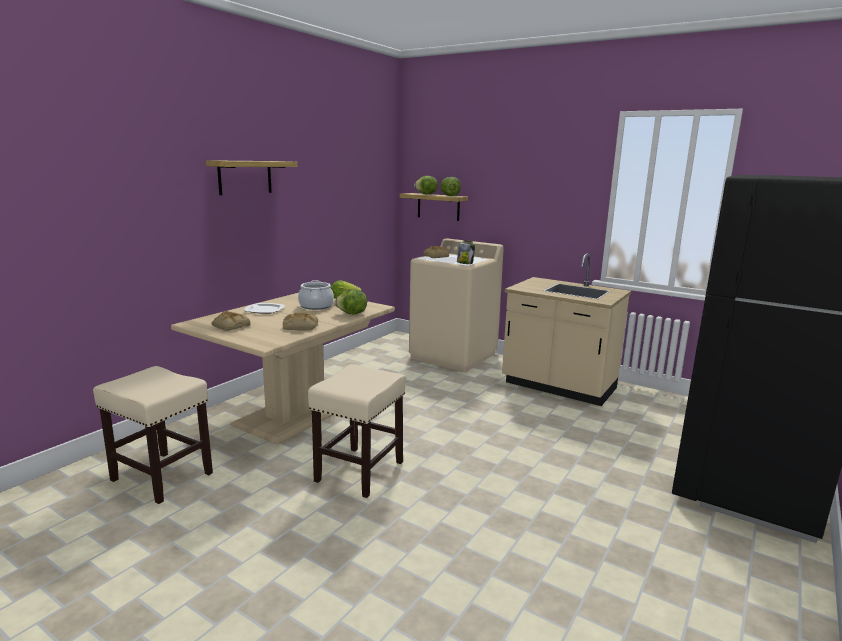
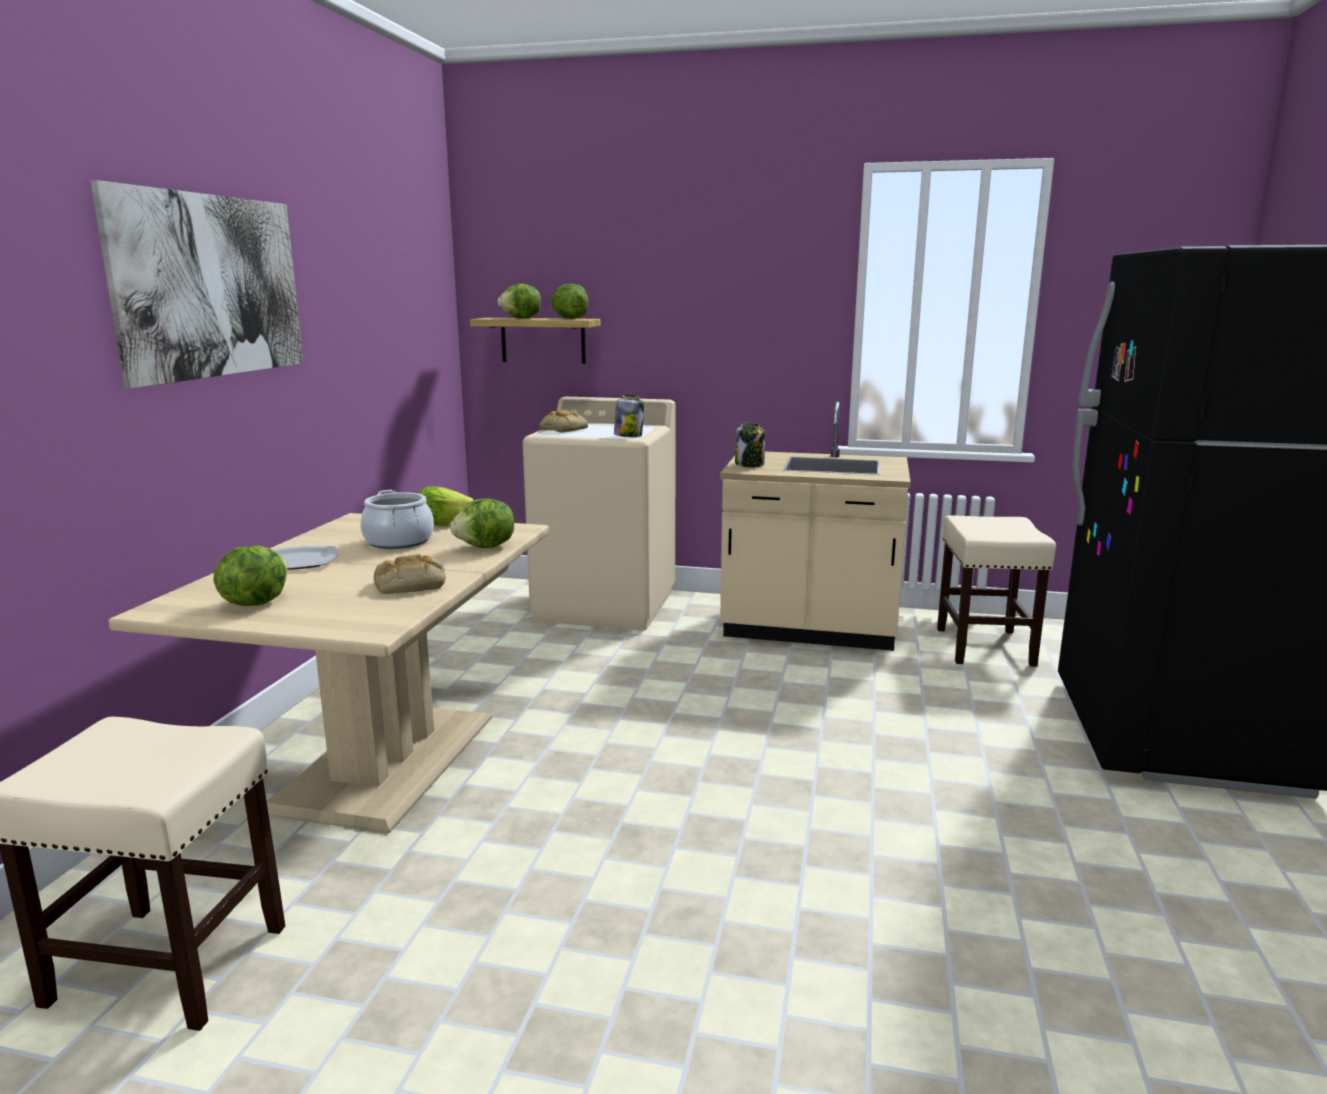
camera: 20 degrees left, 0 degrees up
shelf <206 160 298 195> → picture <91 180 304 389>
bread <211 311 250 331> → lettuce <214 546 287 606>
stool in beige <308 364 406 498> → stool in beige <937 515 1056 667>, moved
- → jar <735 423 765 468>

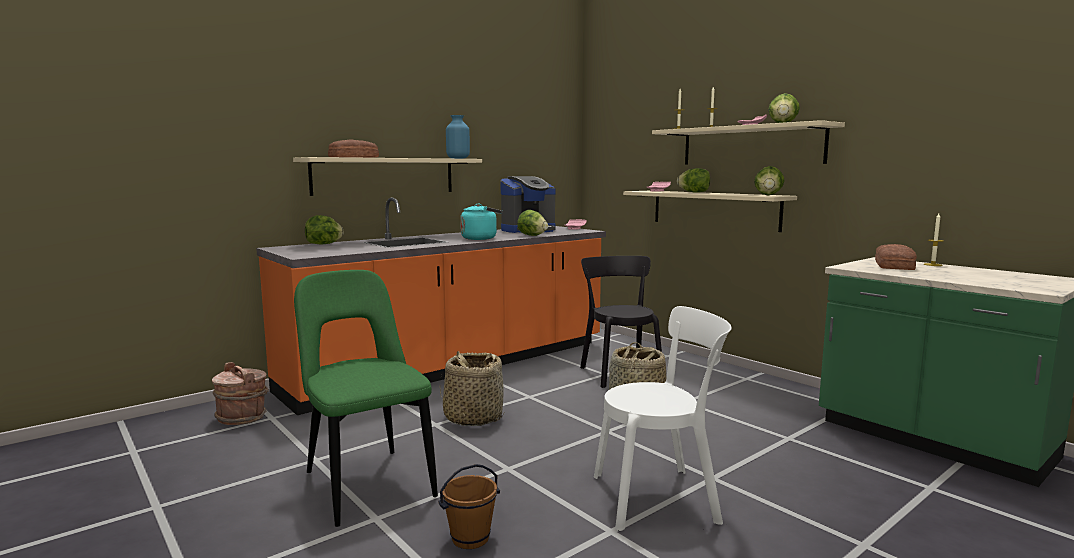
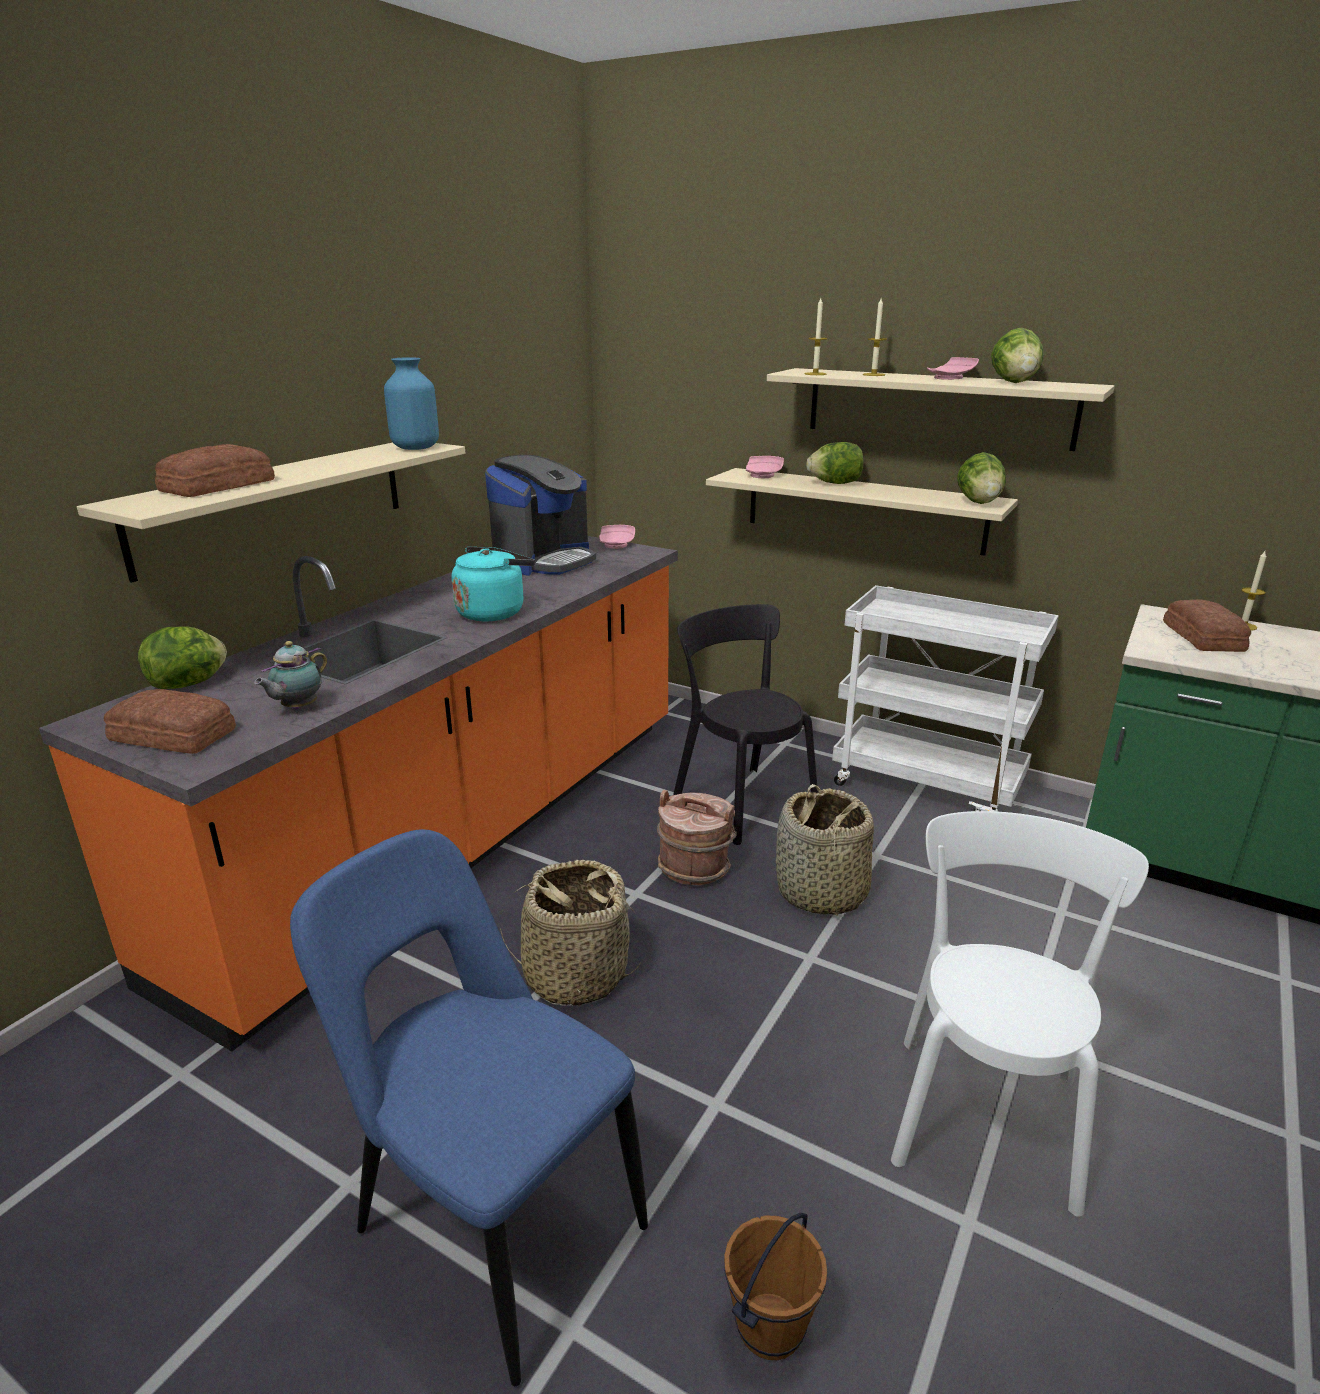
camera: 20 degrees left, 15 degrees up
lettuce <517 210 548 236> → -
chair in green <294 270 438 527> → chair in blue <290 829 648 1386>
chair in white <594 306 732 531> → chair in white <891 811 1149 1217>, 45 degrees counterclockwise
bucket in brown <212 362 269 425> → bucket in brown <657 790 737 885>, moved
- → cart in white <832 585 1059 812>
- → teapot <254 641 327 710>
- → bread <104 689 236 754>

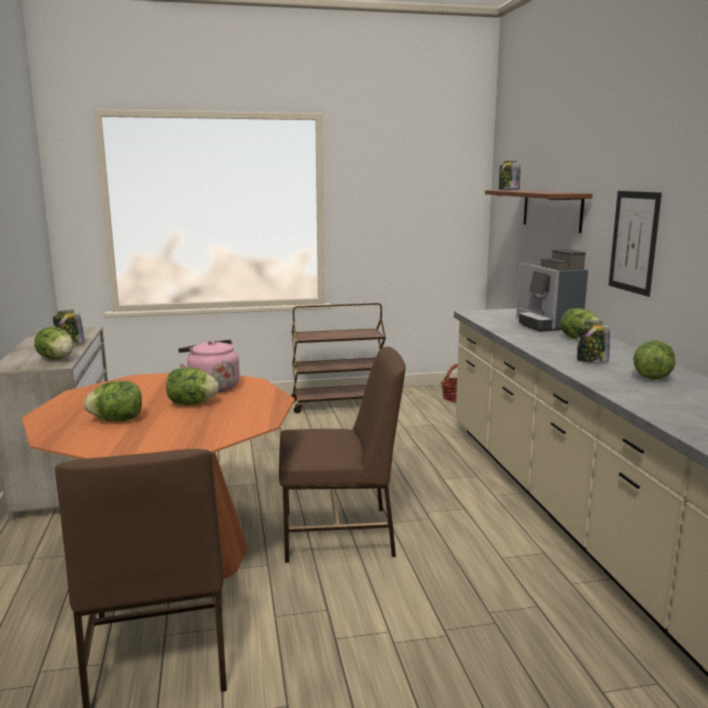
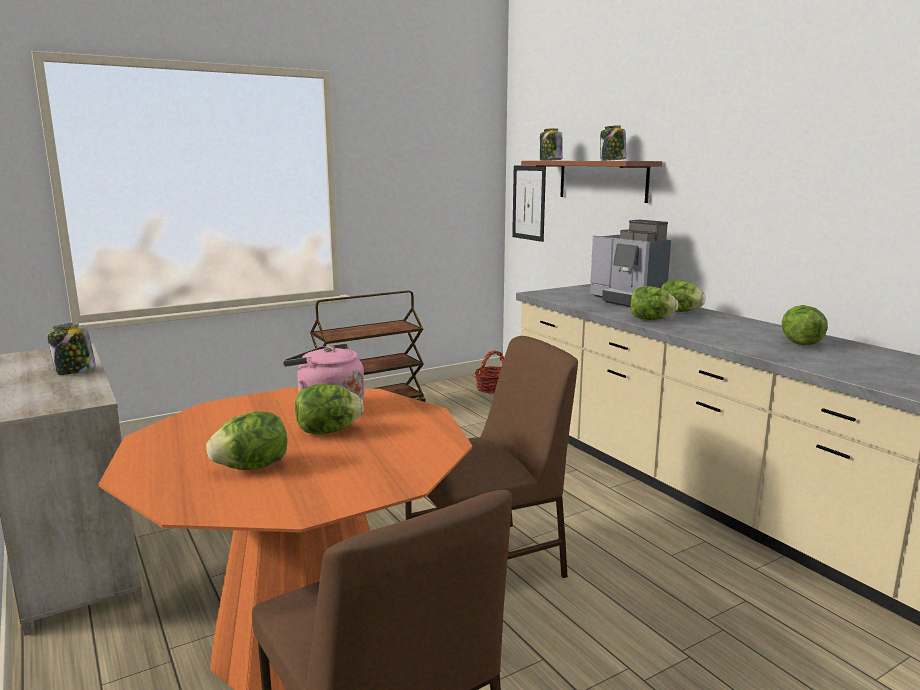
camera: 20 degrees left, 0 degrees up
picture <609 191 662 297> → picture <512 166 546 242>, moved
jar <577 320 610 363> → jar <600 125 626 161>, moved
lettuce <34 327 73 359> → lettuce <630 286 678 320>, moved

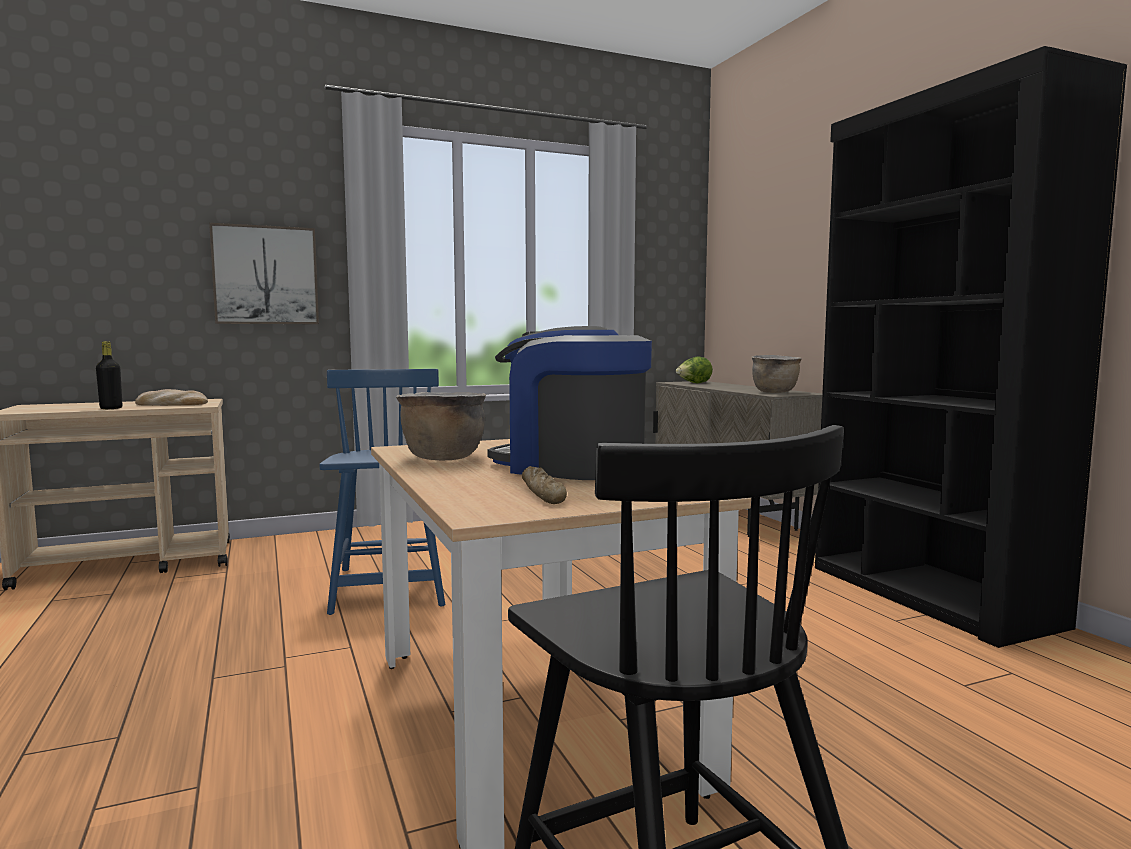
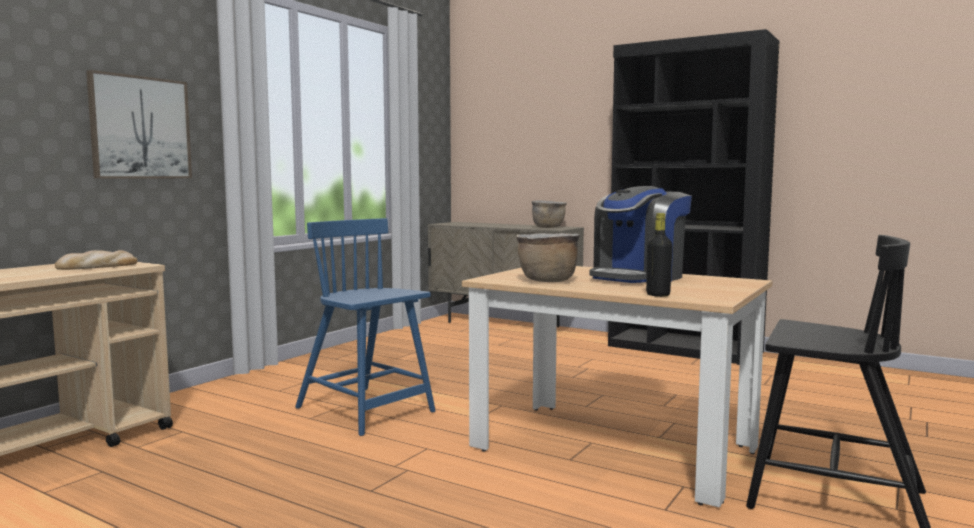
camera: 35 degrees left, 0 degrees up
coffee machine <487 326 652 480> → coffee machine <590 186 692 283>, 45 degrees counterclockwise
bottle in black <96 341 122 409> → bottle in black <646 213 673 297>, moved
lettuce <676 356 713 384> → -
bread <522 466 567 504> → -

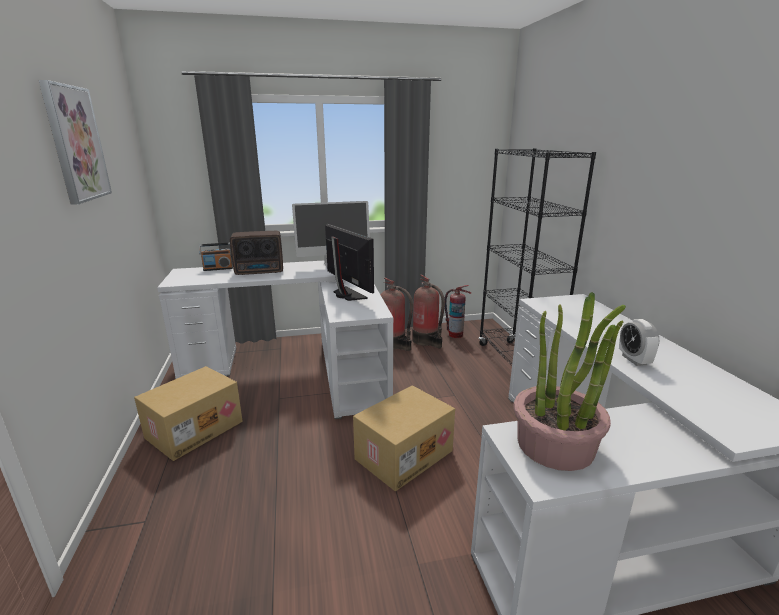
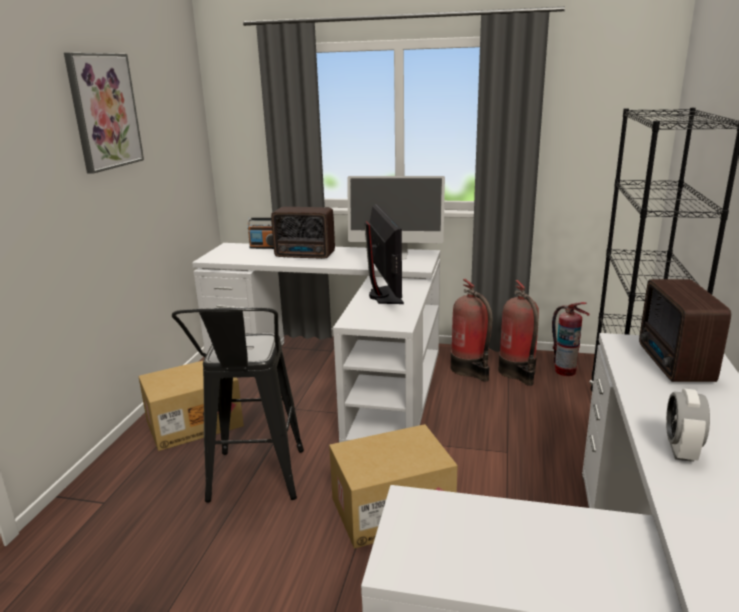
camera: 25 degrees right, 0 degrees up
potted plant <514 292 626 471> → -
- → radio <639 279 731 382>
- → stool in black <172 307 304 502>

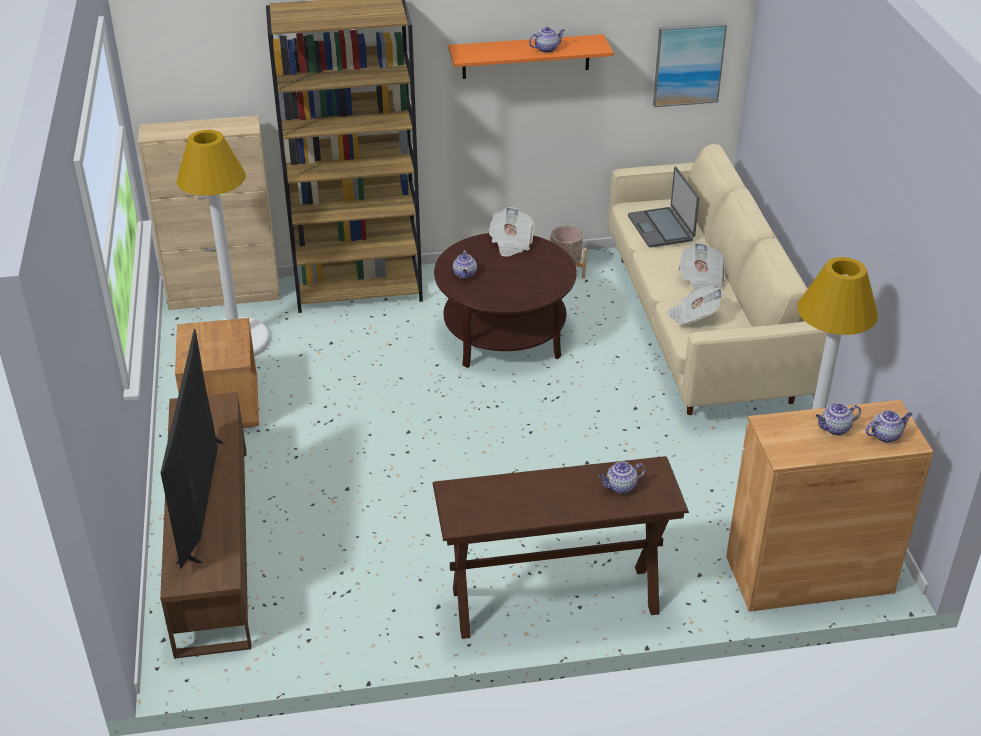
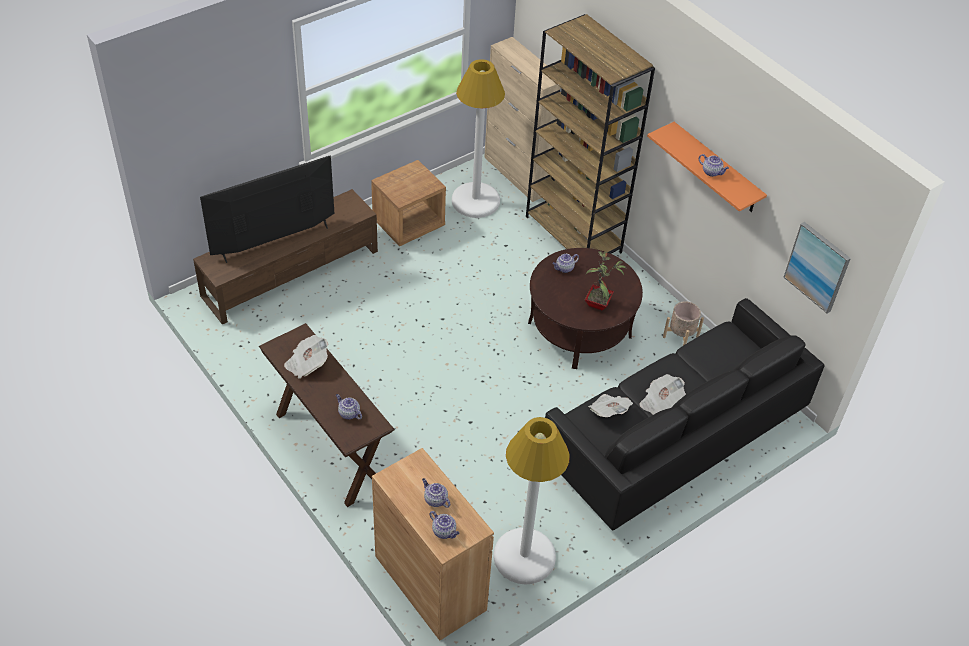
camera: 60 degrees right, 10 degrees up
sofa in beige <608 144 827 415> → sofa in black <545 298 825 531>
laptop <628 167 699 248> → -
newspaper <488 207 535 257> → newspaper <284 335 328 379>, moved
- → potted plant <585 251 626 310>

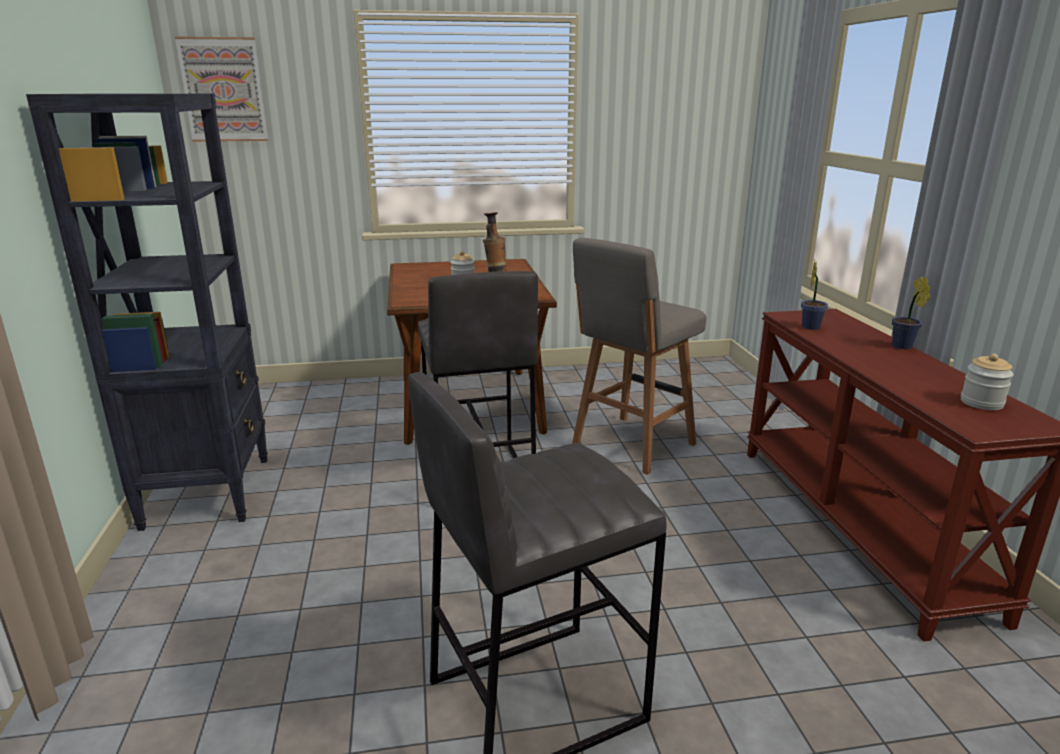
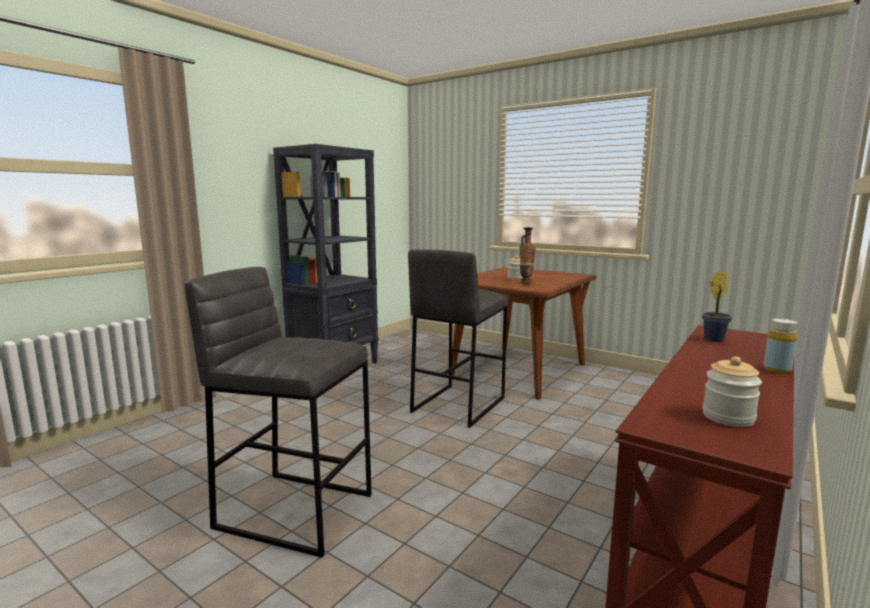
camera: 45 degrees right, 10 degrees down
picture <175 36 268 142> → -
stool in grey <572 238 706 475> → -
potted plant <892 276 930 349> → bottle in yellow <763 318 798 374>

